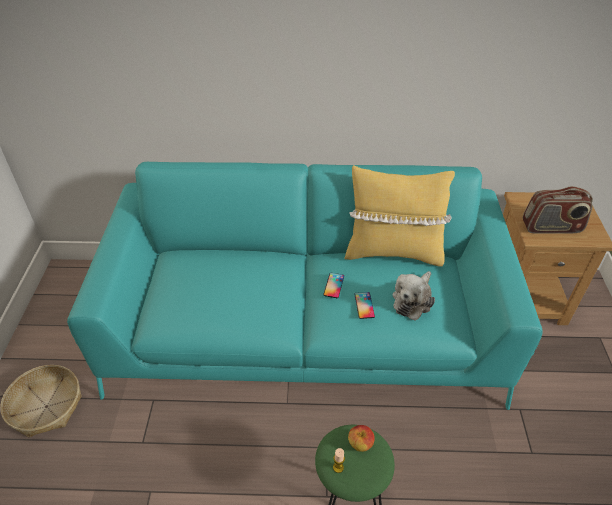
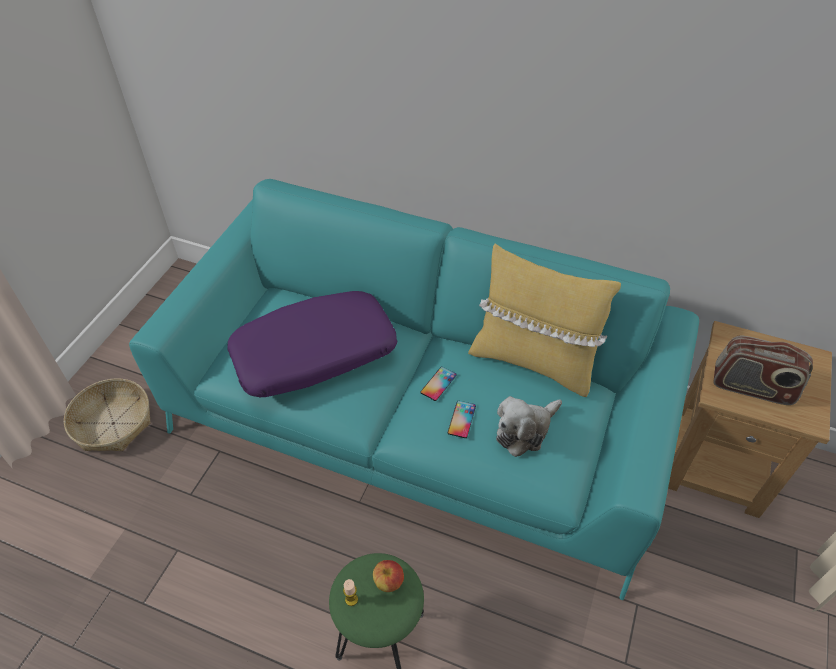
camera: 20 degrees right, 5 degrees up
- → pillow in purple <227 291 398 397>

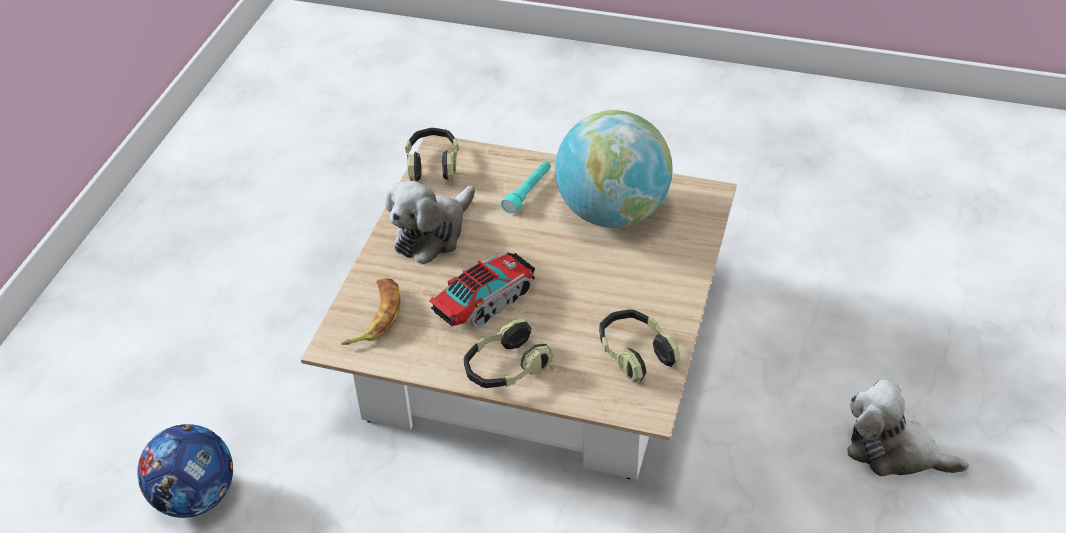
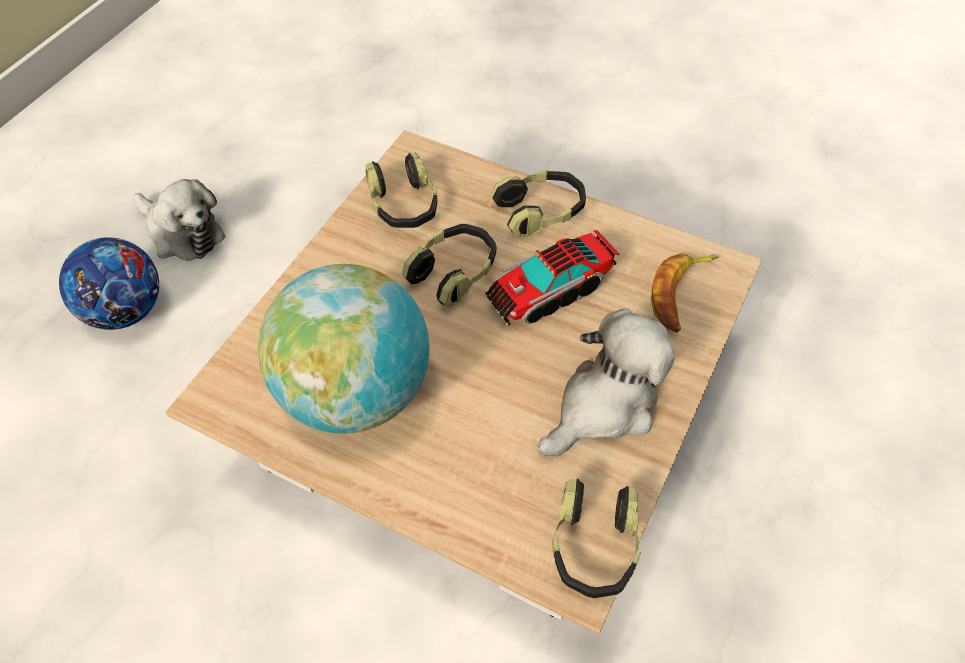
camera: 170 degrees left, 10 degrees up
flashlight in turquoise <501 161 551 214> → -
football <137 424 233 518> → football <59 237 159 330>, moved
- → headphones <402 224 496 307>

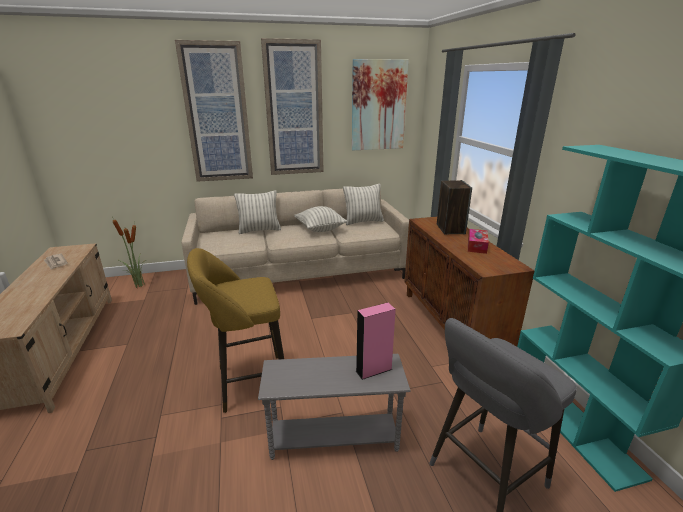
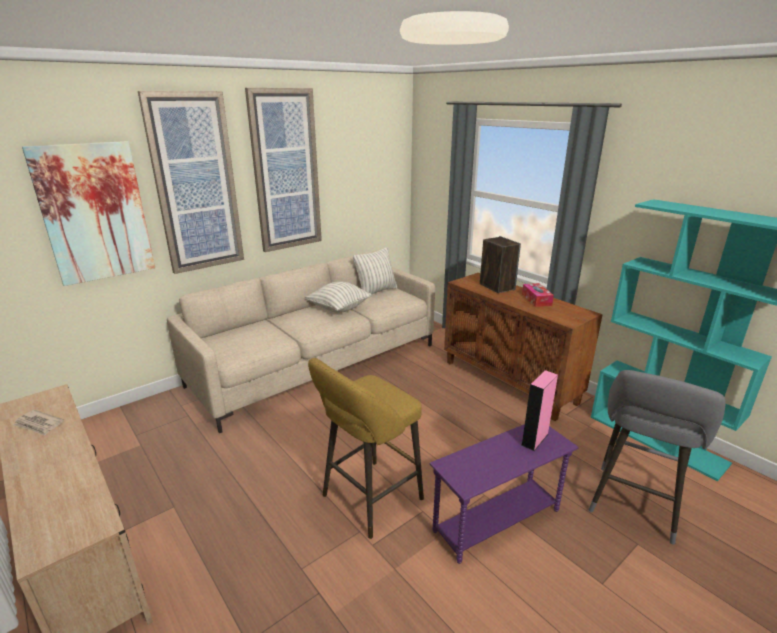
camera: 25 degrees left, 0 degrees up
picture <352 59 409 150> → picture <22 141 155 286>, moved
pillow <234 190 281 234> → -
potted plant <111 215 146 288> → -
side table in grey <258 354 411 460> → side table in purple <429 424 579 564>

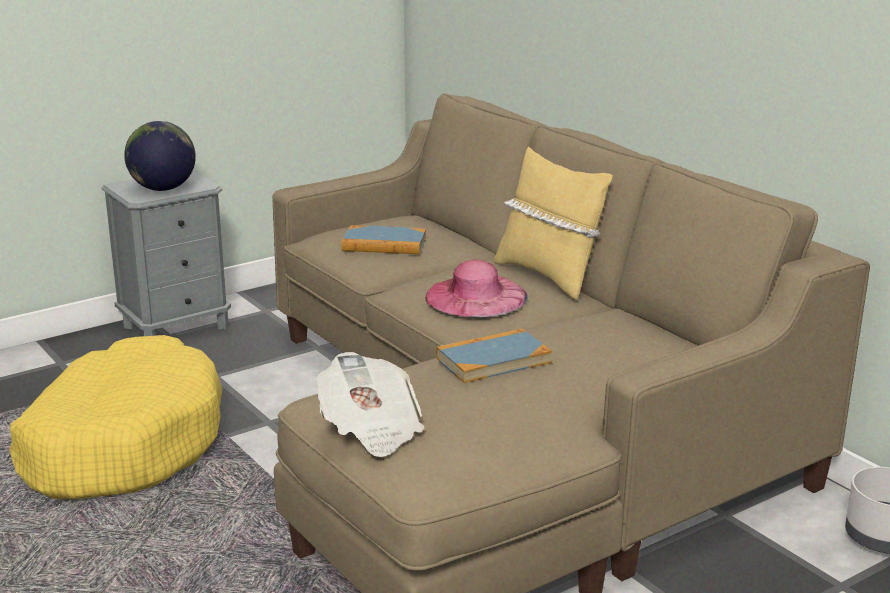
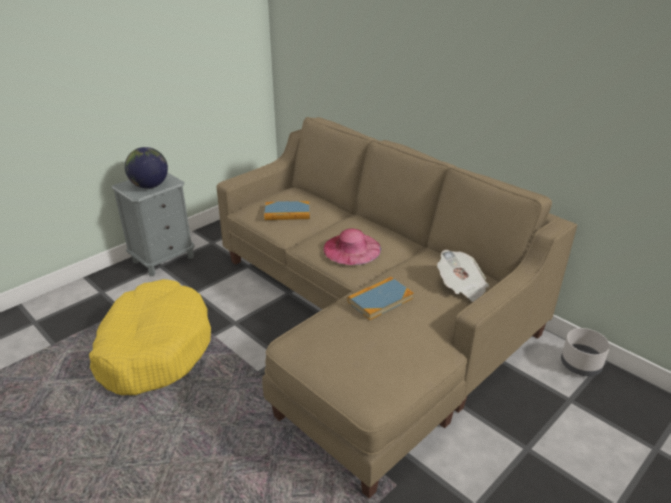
camera: 10 degrees left, 10 degrees up
pillow in yellow <494 147 613 300> → -
newspaper <316 352 425 457> → newspaper <437 250 489 302>, moved

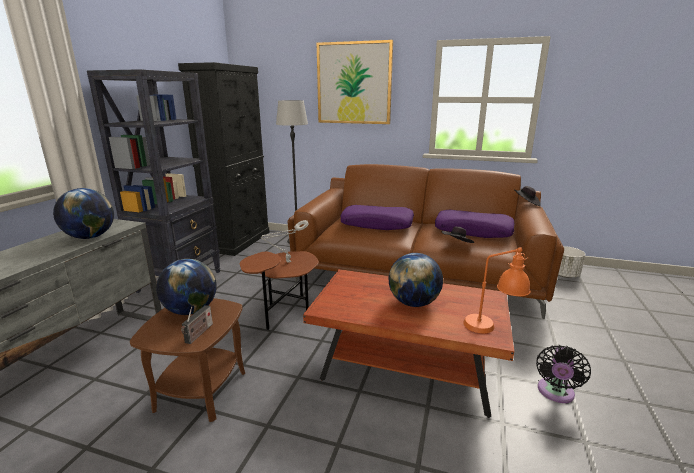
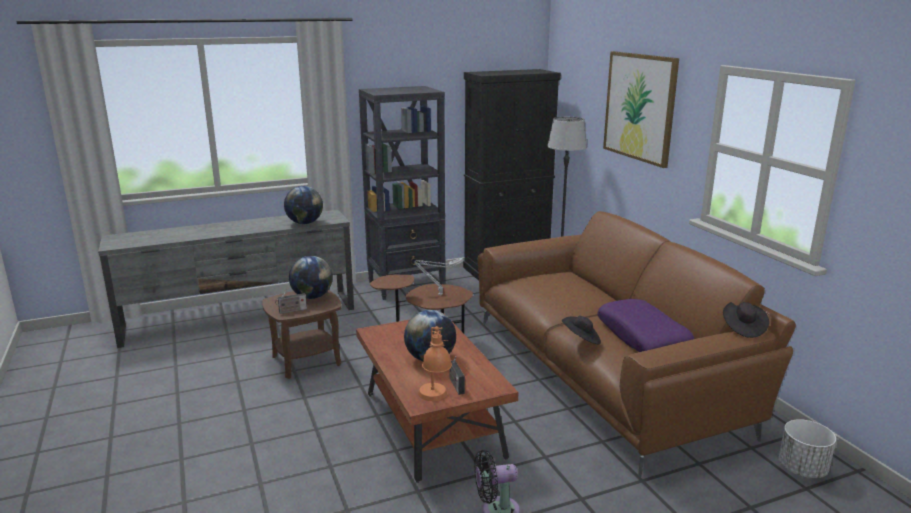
camera: 50 degrees right, 0 degrees up
pillow in purple <341 205 414 230> → -
- → radio <449 356 465 395>

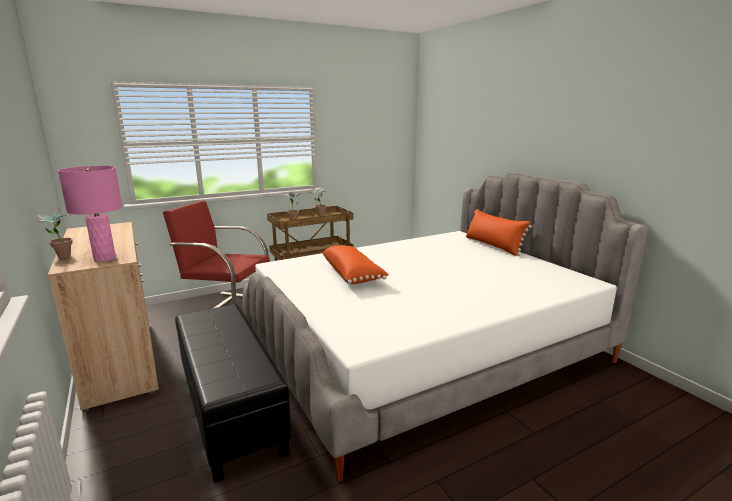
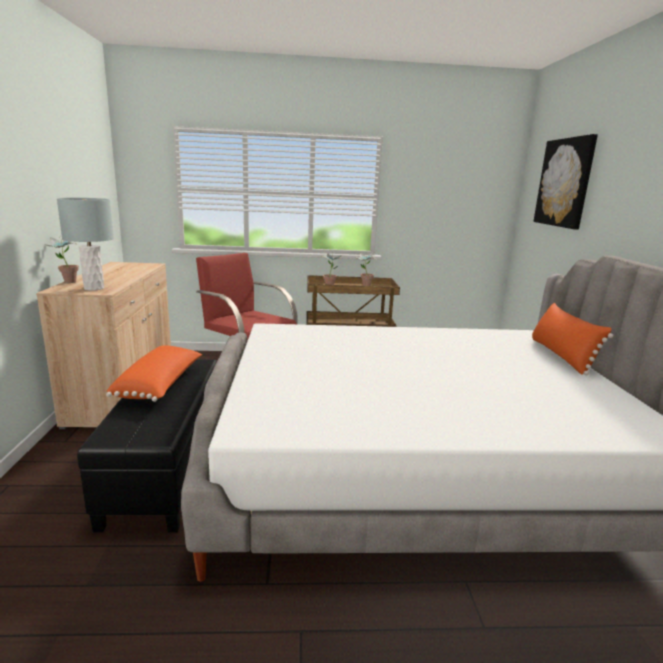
camera: 25 degrees right, 0 degrees up
table lamp in pink <58 166 122 262> → table lamp in grey <57 198 114 291>
pillow in orange <322 245 389 284> → pillow in orange <106 345 202 402>, moved
- → picture <533 134 598 230>

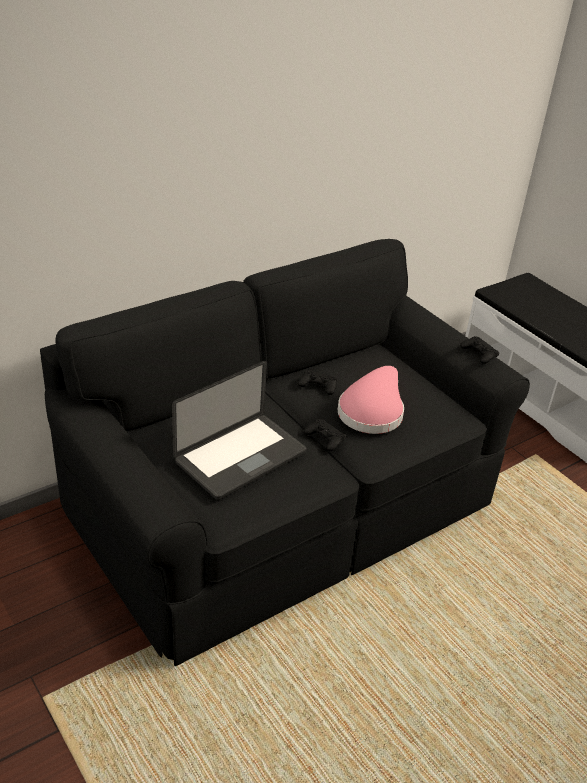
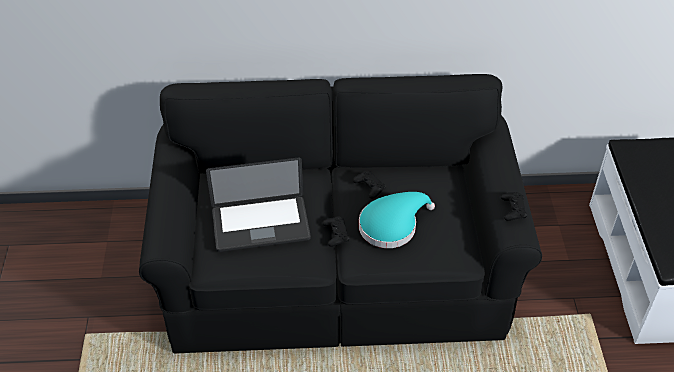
camera: 35 degrees right, 10 degrees up
hat in pink <338 366 404 434> → hat in turquoise <359 192 435 248>

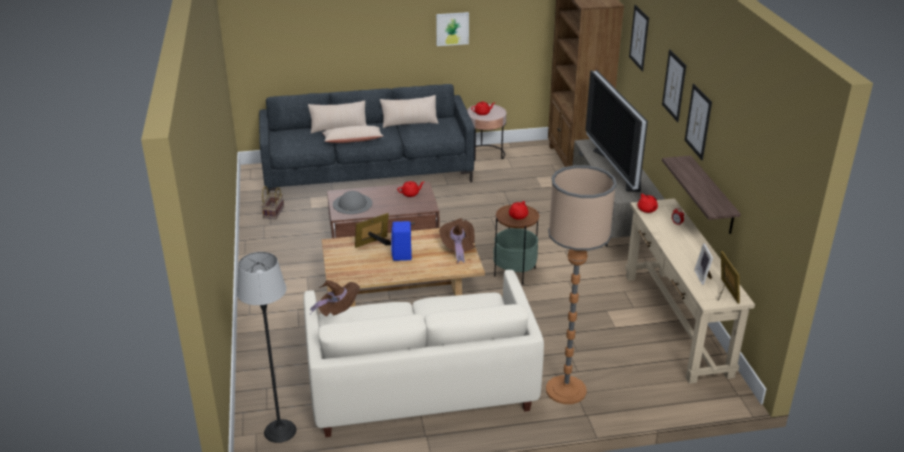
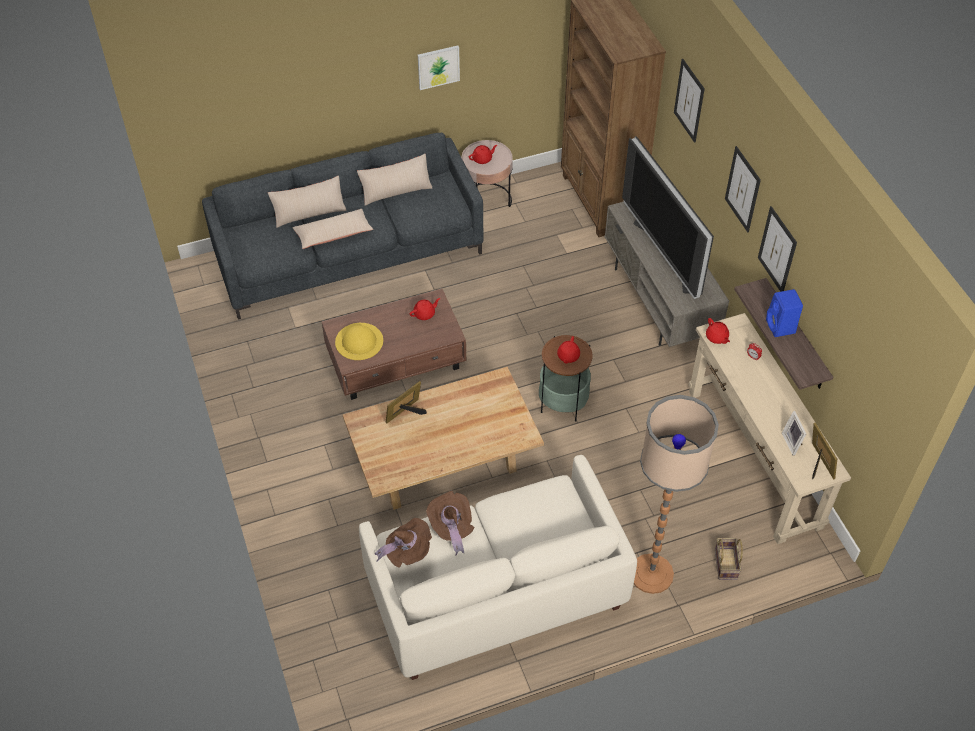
camera: 10 degrees left, 20 degrees up
basket <261 186 284 219> → basket <715 538 743 580>, moved
hat in grey <333 191 373 214> → hat in yellow <335 323 383 360>
hat in brown <439 218 476 263> → hat in brown <426 490 475 555>, moved
speaker in blue <391 221 412 261> → speaker in blue <766 289 803 337>, moved
floor lamp <237 252 296 443> → -

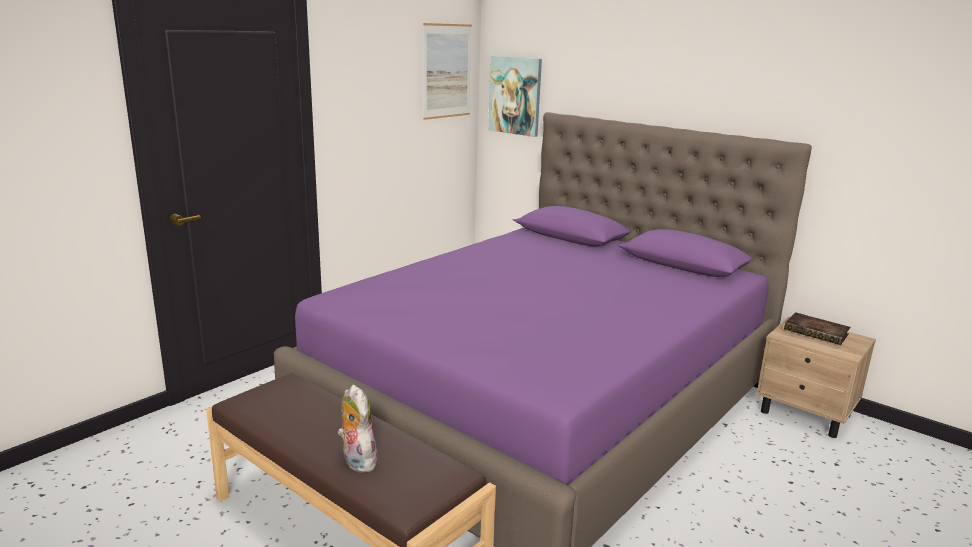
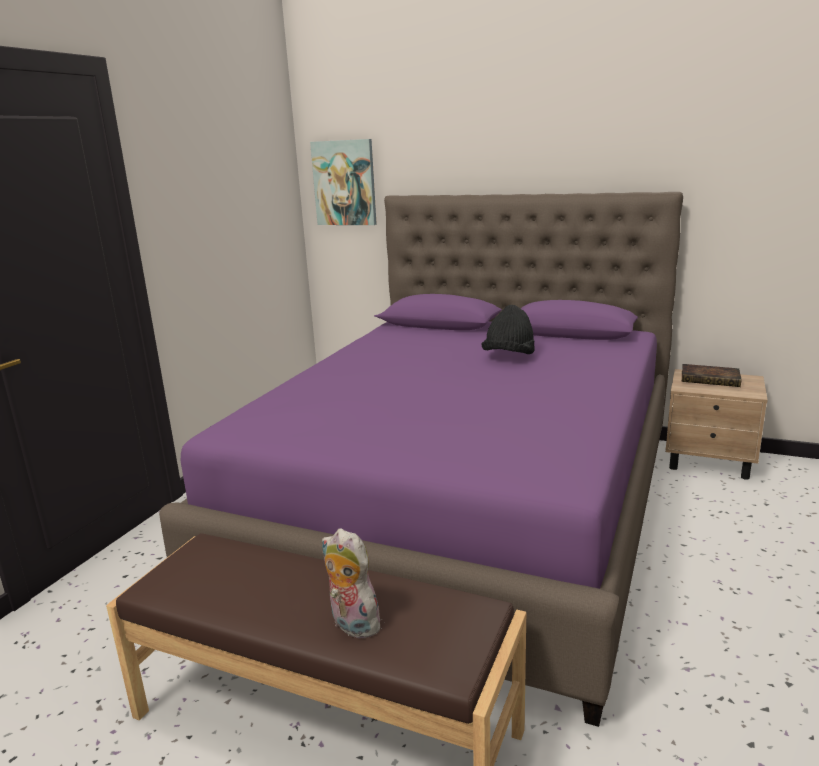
camera: 15 degrees left, 0 degrees up
picture <423 23 472 120> → -
- → hat in black <482 305 535 354>

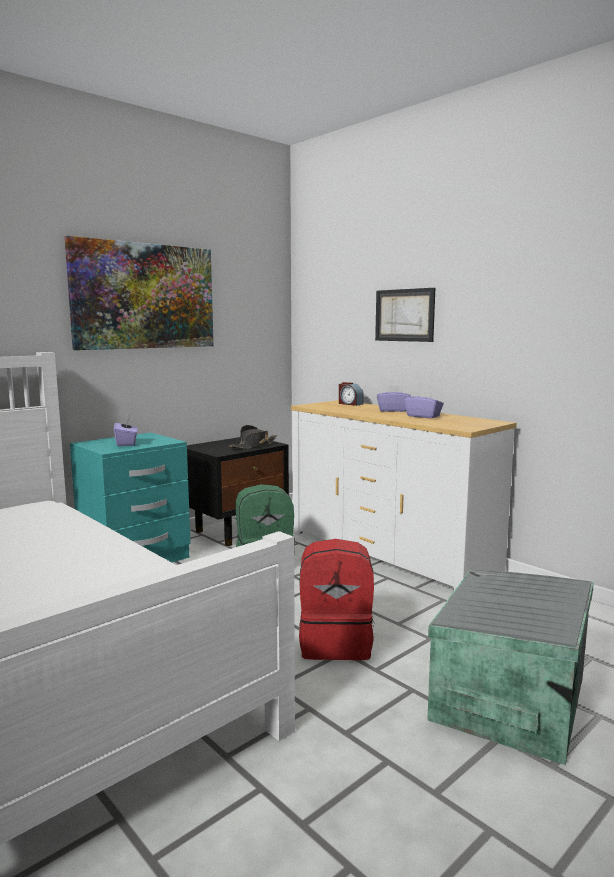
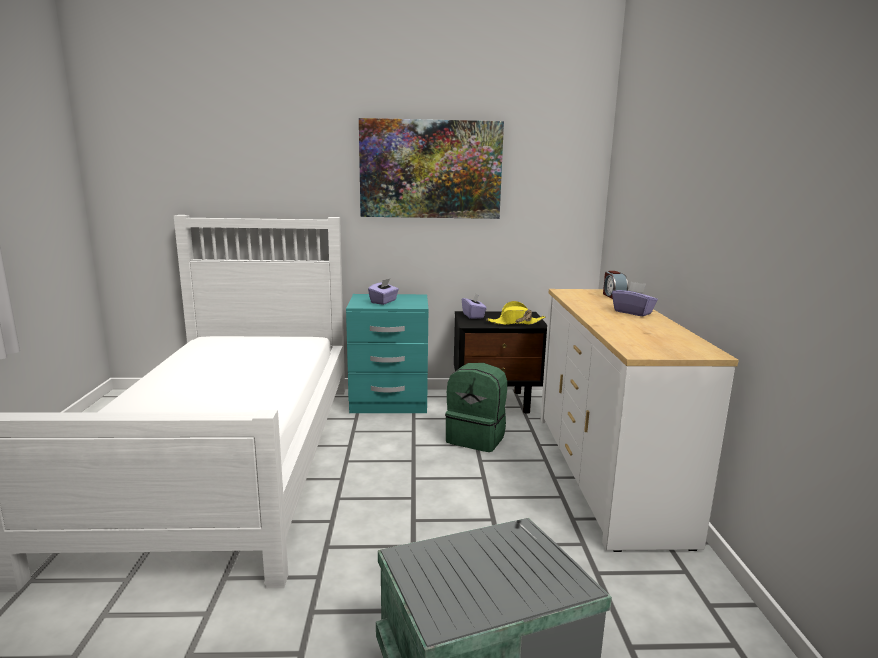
camera: 40 degrees right, 5 degrees up
picture <375 288 435 342> → -
tissue box in purple <404 389 444 418> → tissue box in purple <462 294 487 319>, moved
hat in black <229 425 277 449> → hat in yellow <486 301 546 325>
backpack in red <299 539 374 660> → -

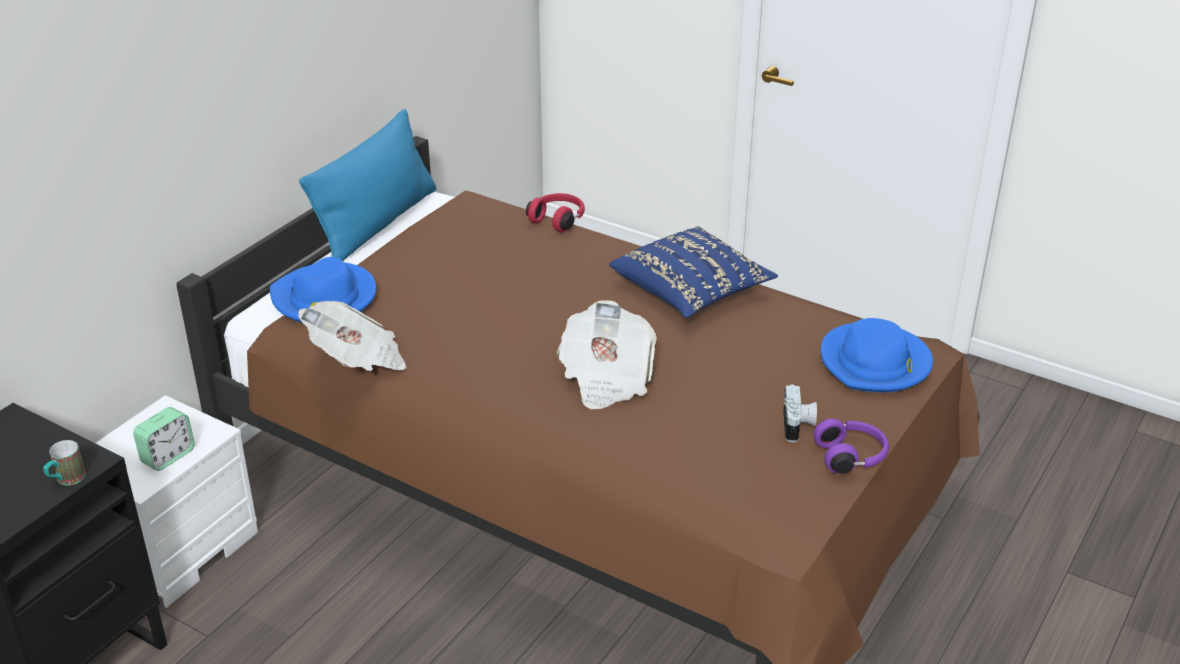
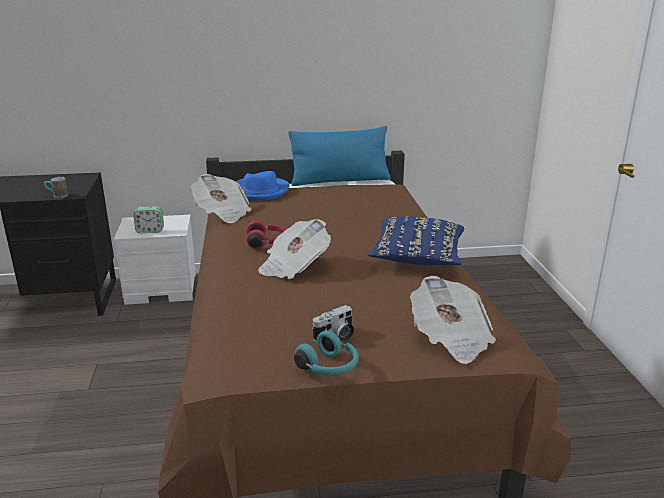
camera: 50 degrees right, 10 degrees down
headphones in red <526 193 585 232> → headphones in red <246 221 287 249>, moved
hat in blue <821 318 933 392> → newspaper <410 276 496 364>
headphones in purple <814 418 889 474> → headphones in turquoise <294 330 359 376>

